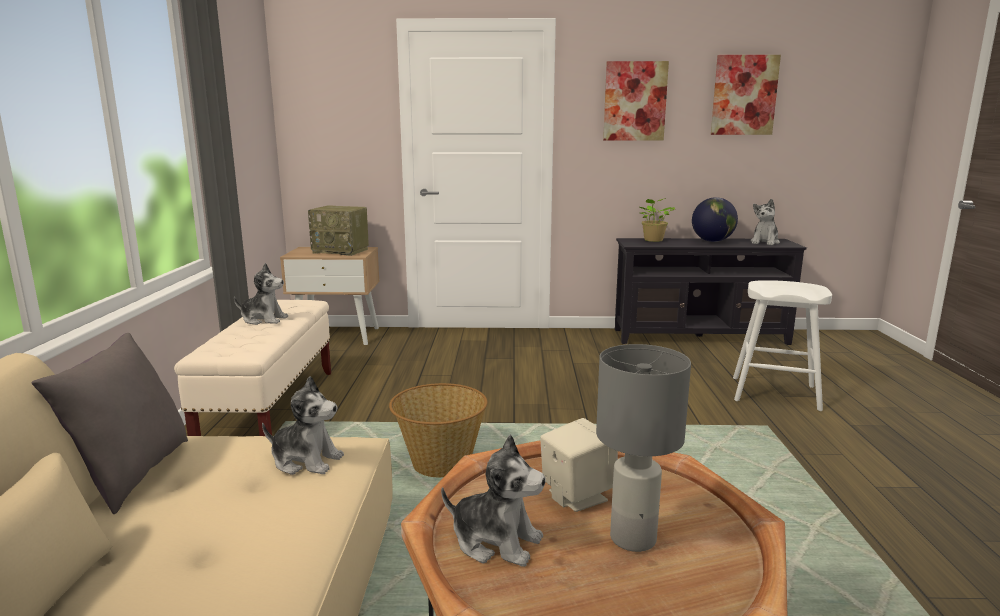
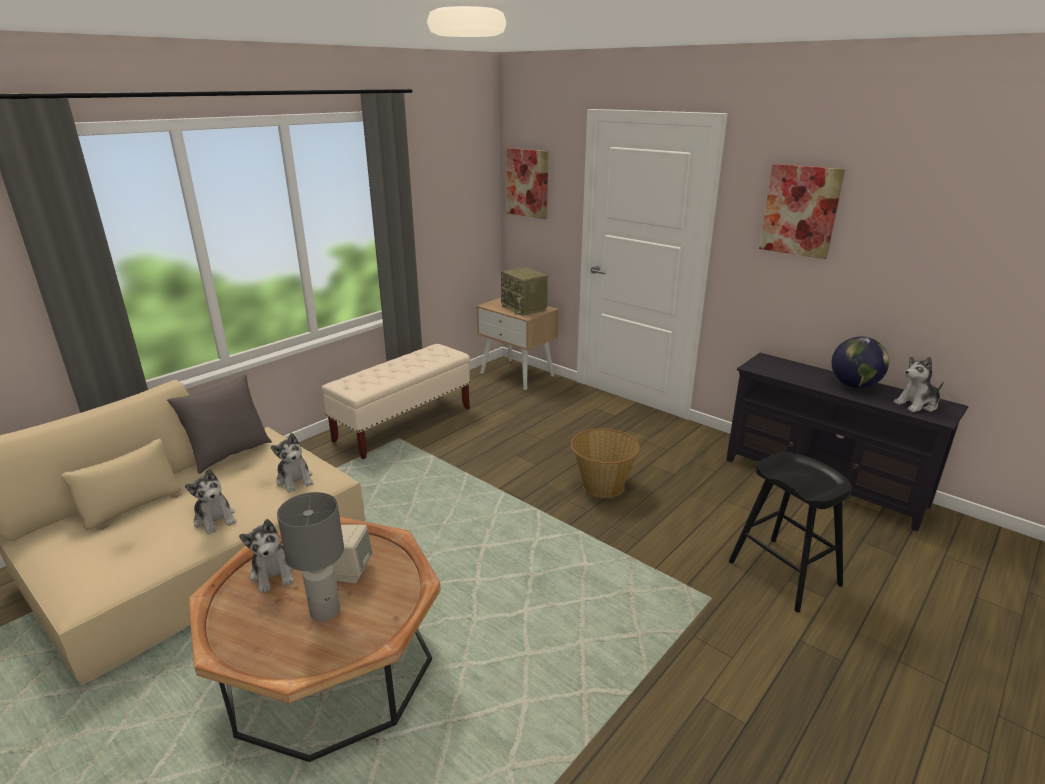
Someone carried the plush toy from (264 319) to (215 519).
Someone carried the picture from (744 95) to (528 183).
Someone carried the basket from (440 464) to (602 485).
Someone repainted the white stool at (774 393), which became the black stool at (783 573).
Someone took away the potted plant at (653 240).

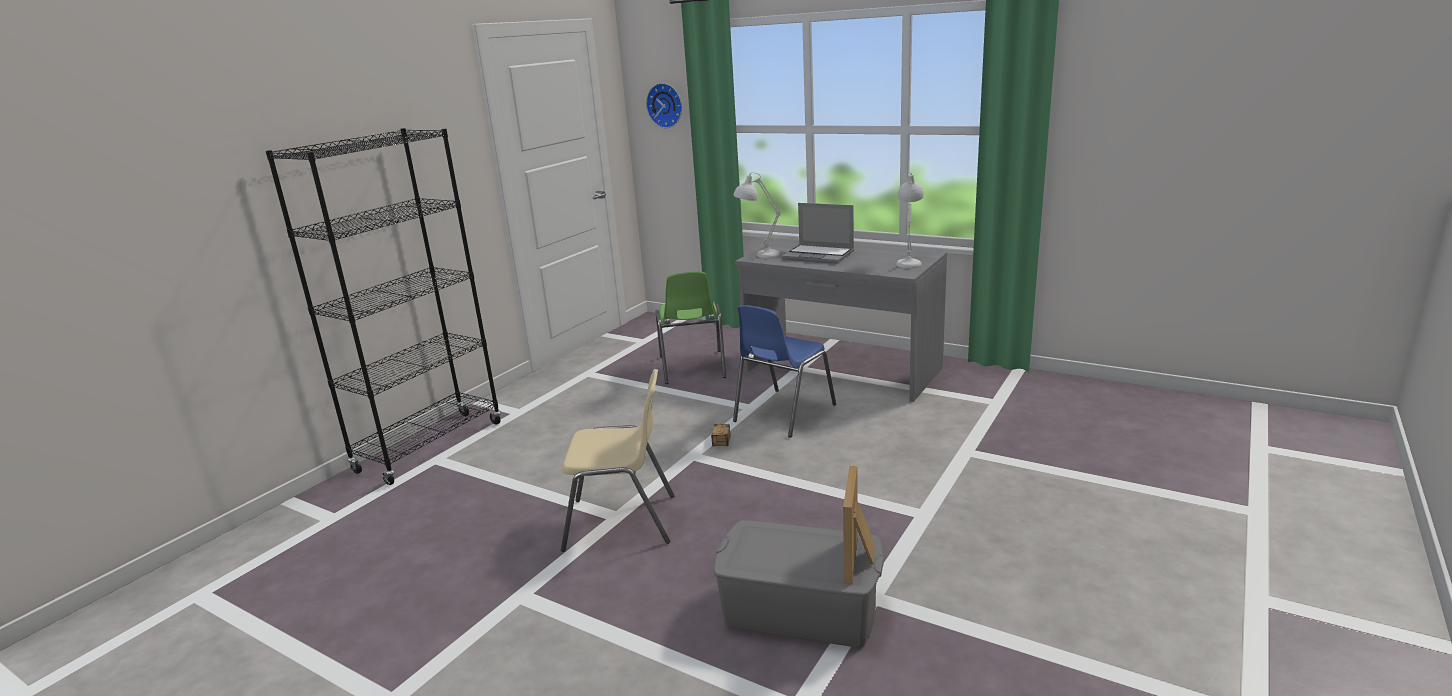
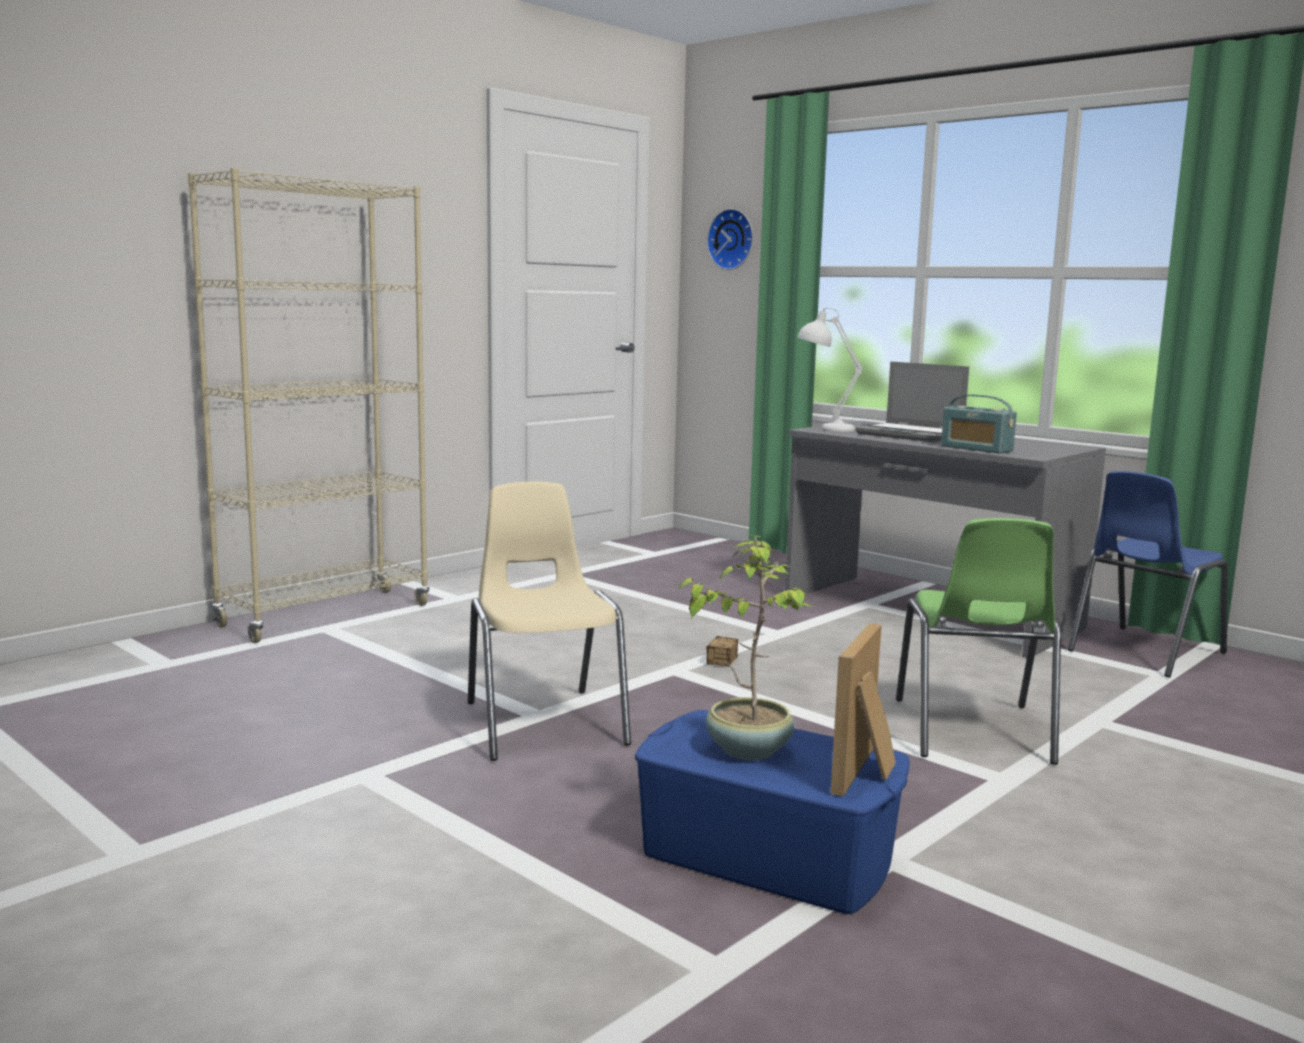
Someone repainted the black bookcase at (430 447), which became the beige bookcase at (325 615).
Someone rotated the beige chair at (622 522) by 120 degrees counterclockwise.
Someone repainted the grey storage box at (800 611), which became the blue storage box at (767 856).
Someone put down the potted plant at (747 749).
Someone carried the green chair from (692 367) to (972 731).
Someone put down the radio at (976 449).
Someone carried the blue chair from (782 413) to (1142 652).
Someone took away the white table lamp at (909 261).

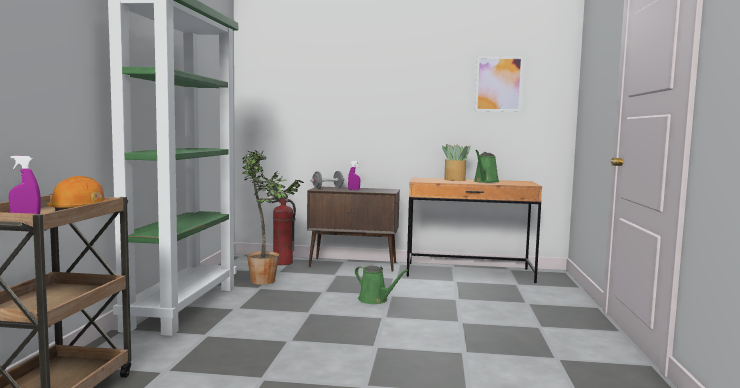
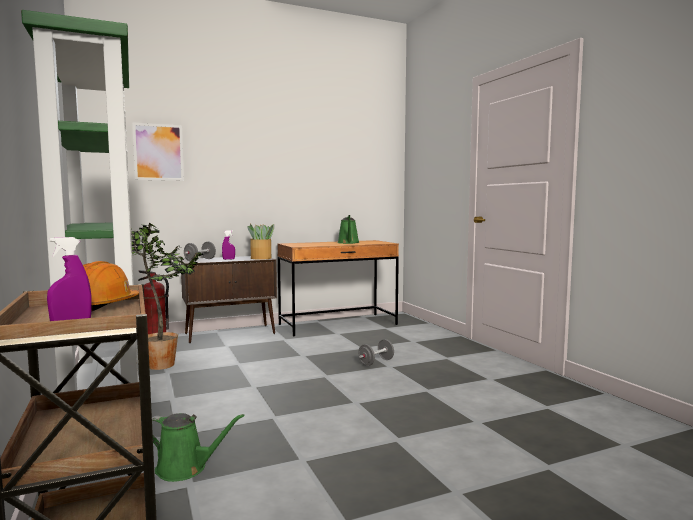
Someone carried the picture from (498 84) to (158 152).
Someone carried the green watering can from (375 300) to (186 468).
Someone carried the potted plant from (455 180) to (261 258).
Someone put down the grey dumbbell at (376 362).

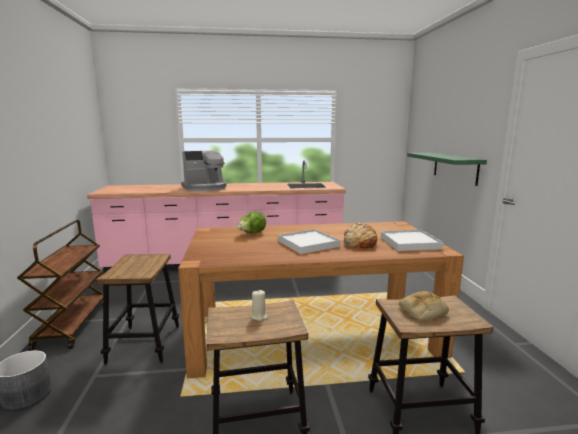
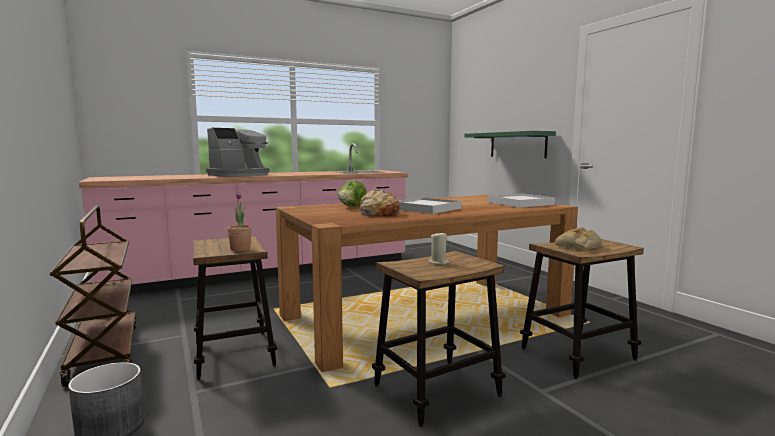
Someone put down the potted plant at (240 249).
Someone carried the bread from (359 243) to (378 213).

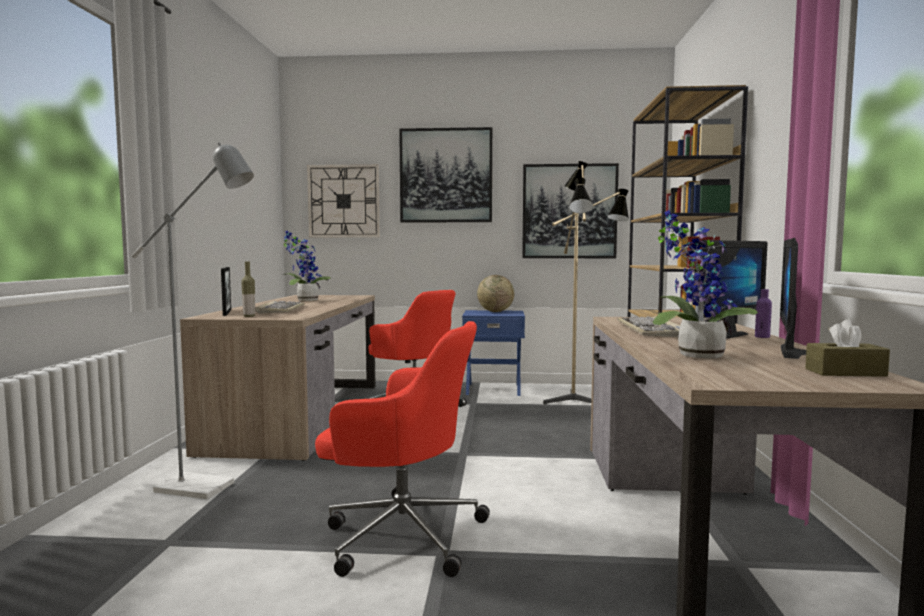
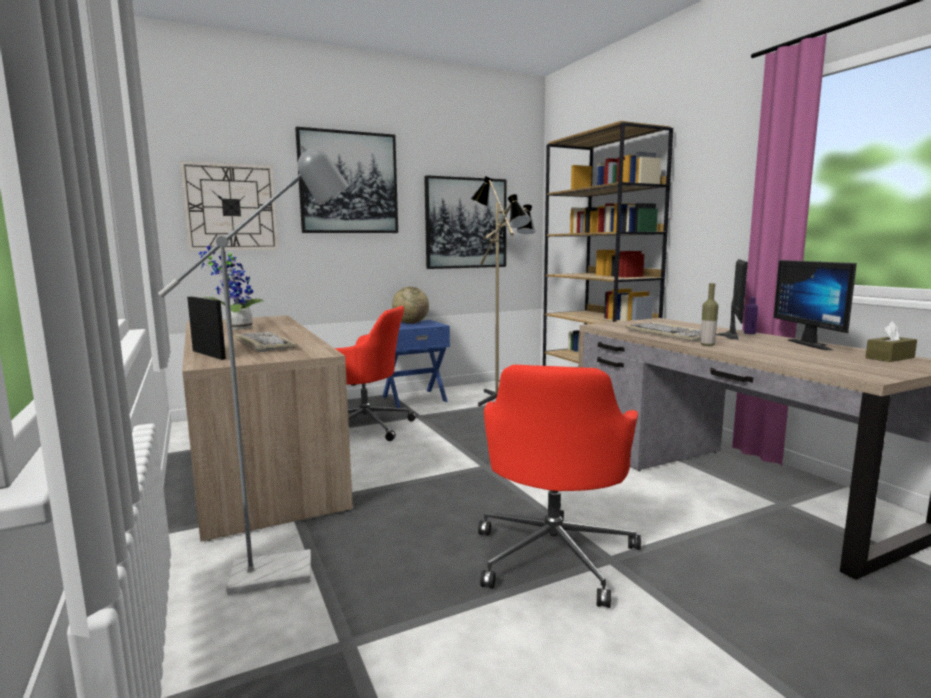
Someone rotated the red office chair at (401 534) by 120 degrees clockwise.
Someone carried the bottle from (249 316) to (707 345).
Someone took away the potted plant at (695 355).

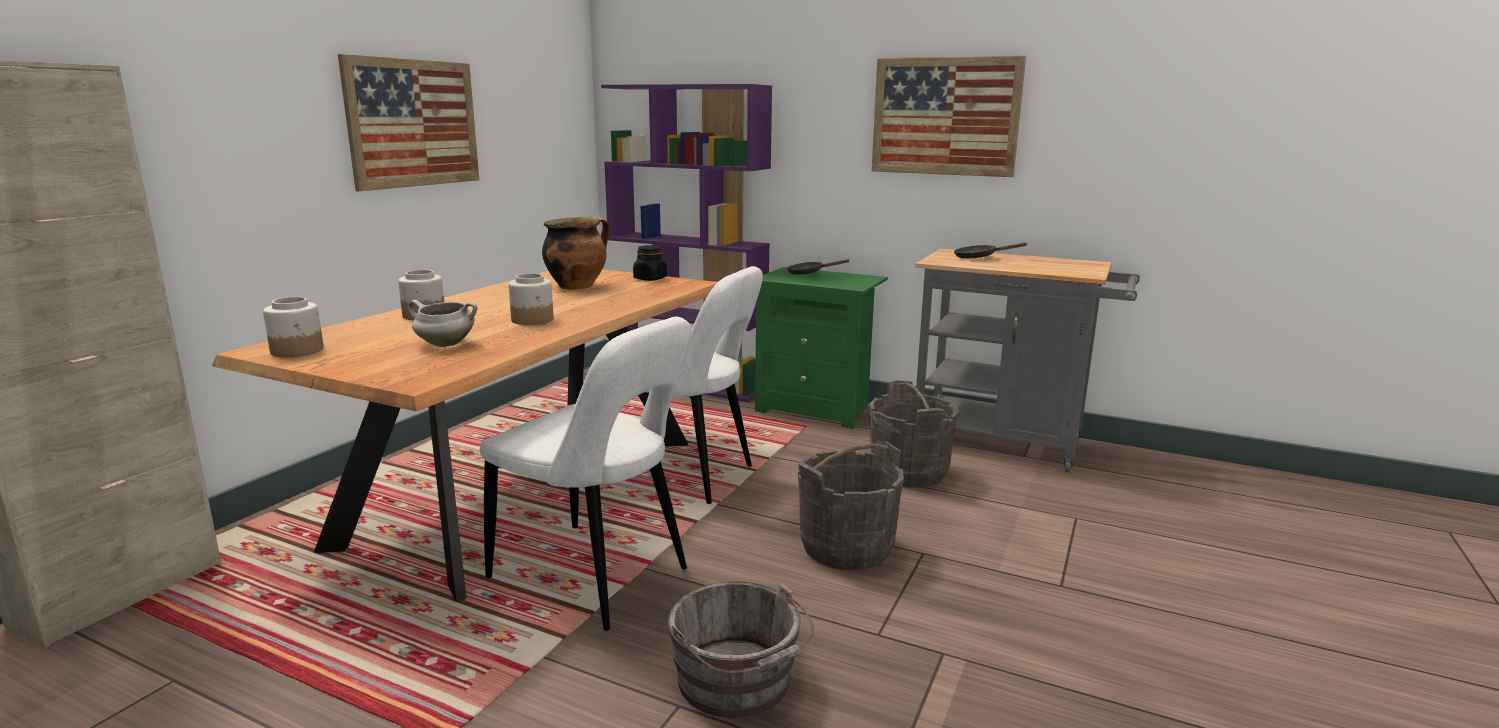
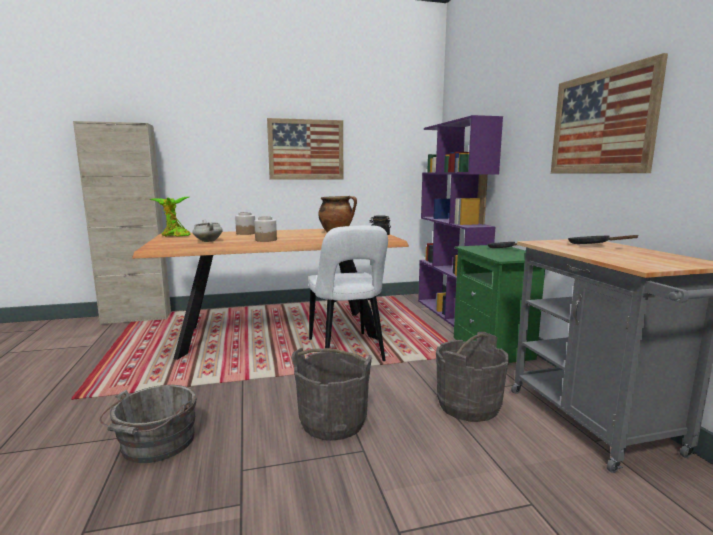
Someone swapped the jar at (298 351) for the potted plant at (174 236).
Someone took away the white chair at (596 577).

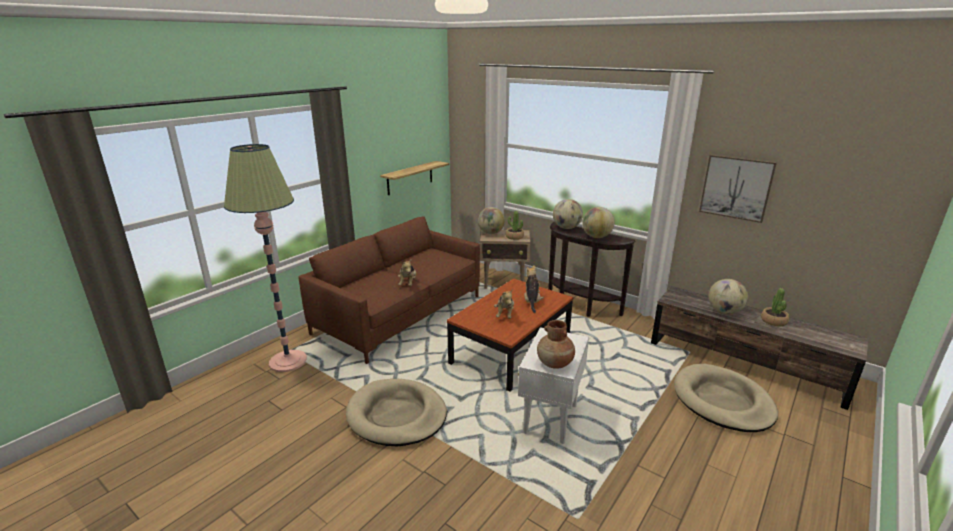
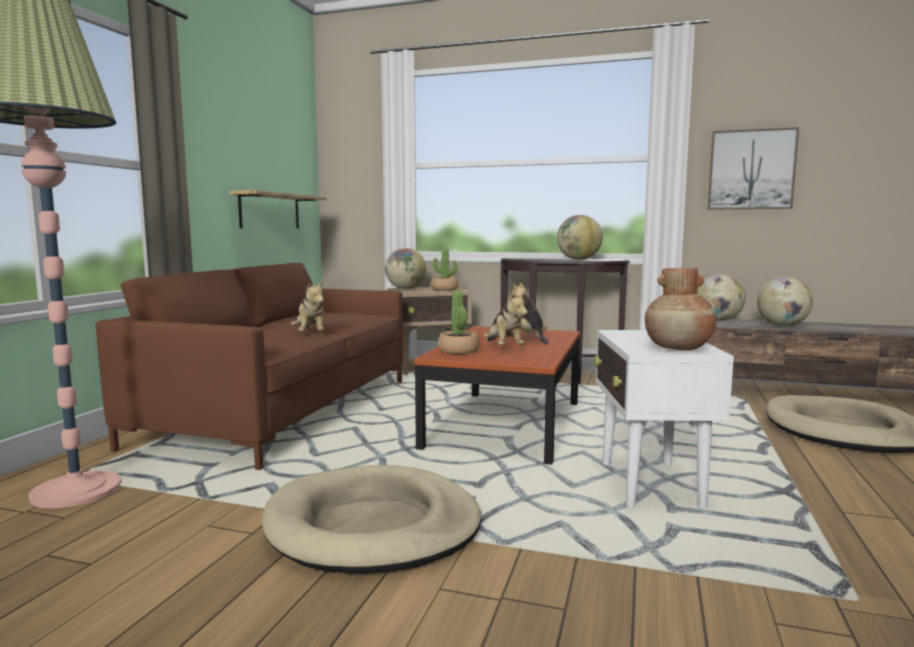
Someone carried the potted plant from (773 321) to (458 351).
Someone carried the globe from (566 228) to (718 320).

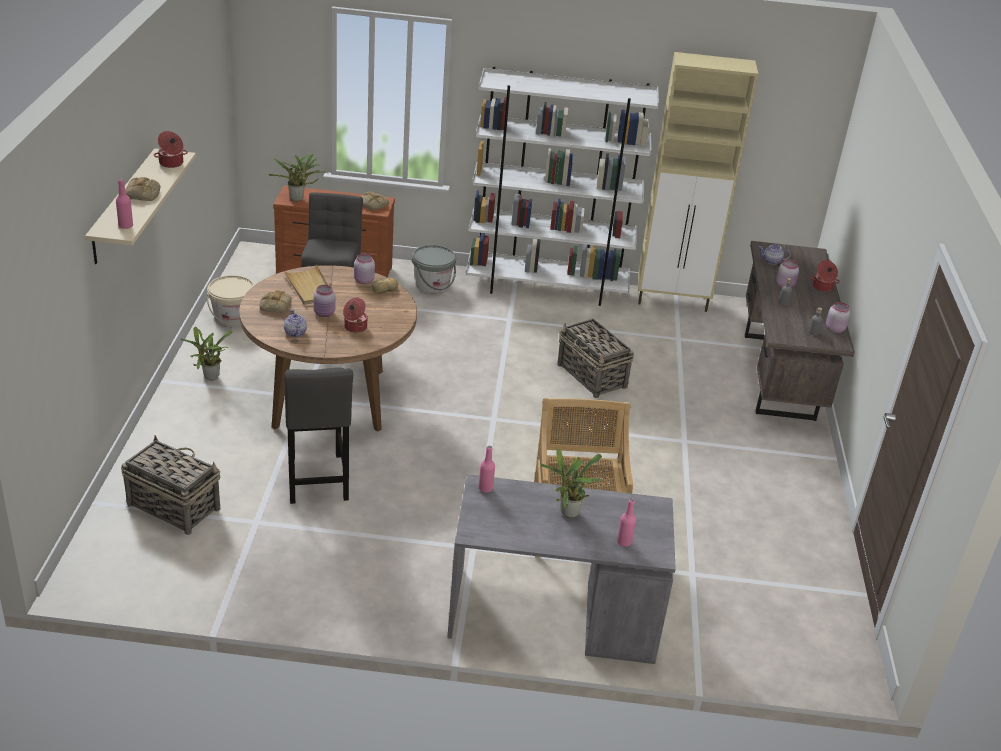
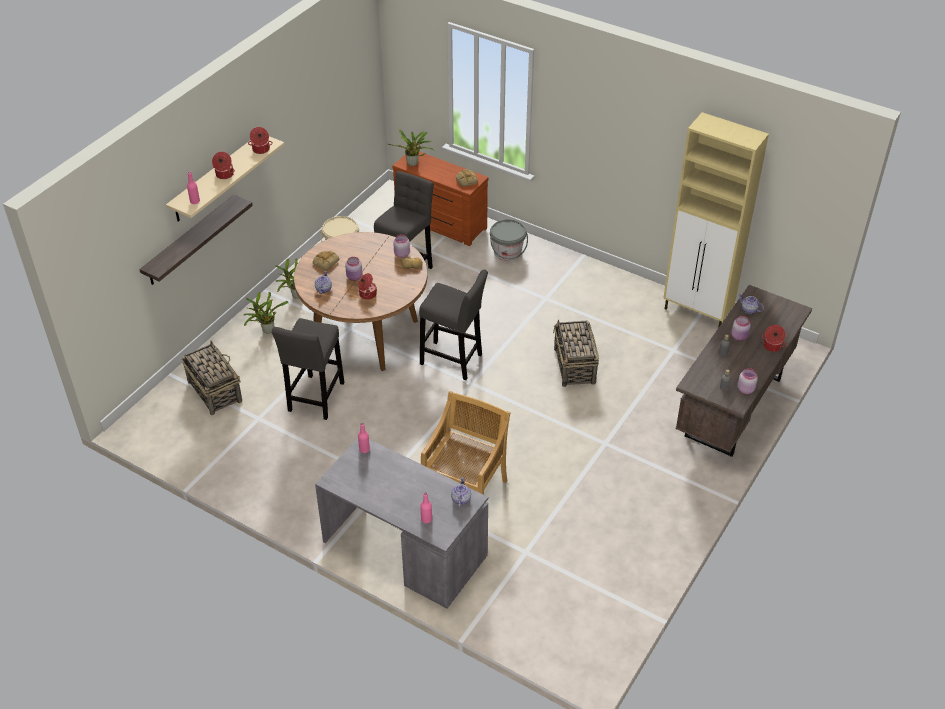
Someone put up the shelf at (190 241).
Someone swapped the bread at (143 194) for the cooking pot at (224 175).
Someone carried the potted plant from (568 514) to (266 331).
Someone put down the grey stool at (454 361).
Someone put down the teapot at (460 499).
Someone took away the beige tray at (309 287).
Someone took away the white bookcase at (547 288).

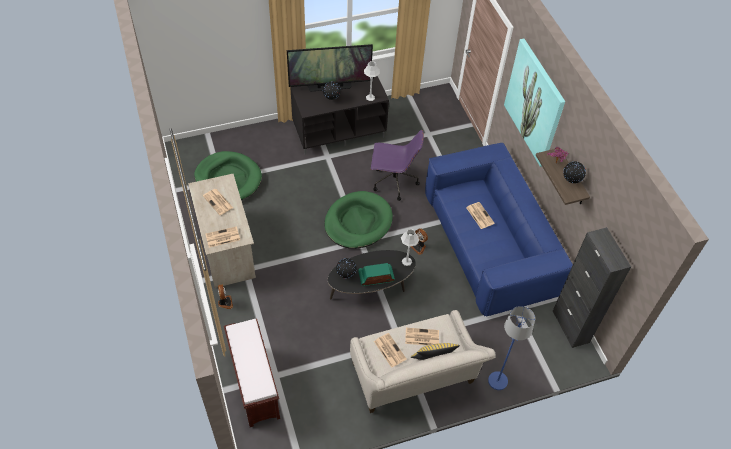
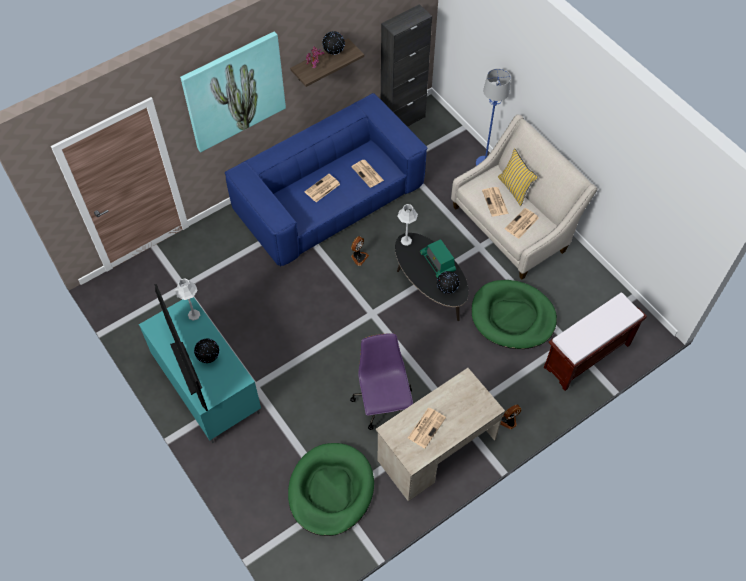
Someone repainted the black tv stand at (339 131), which became the turquoise tv stand at (205 386).
Someone carried the purple office chair from (393 182) to (383 404).
Someone carried the newspaper from (222 237) to (368 174).
Someone carried the green dog bed from (358 222) to (512 317).

